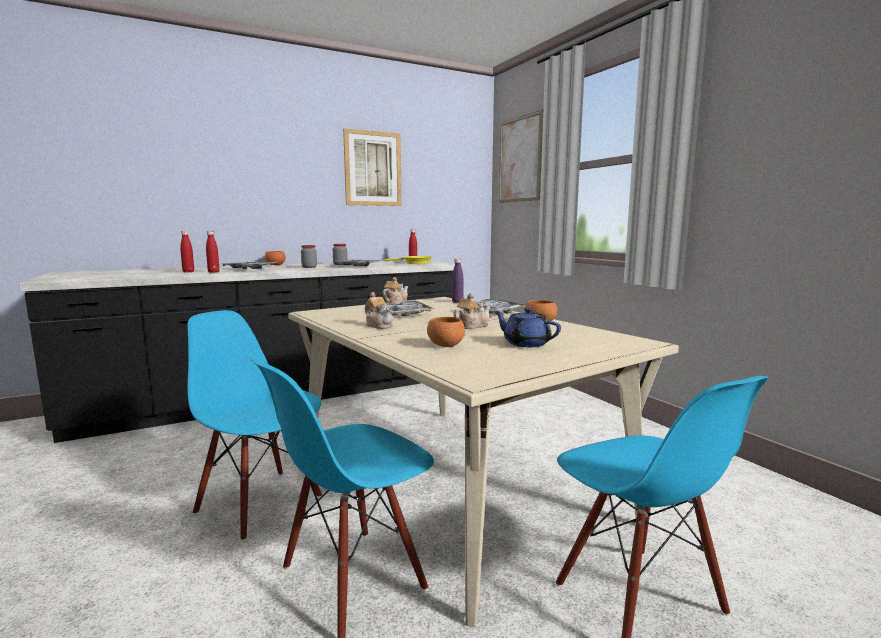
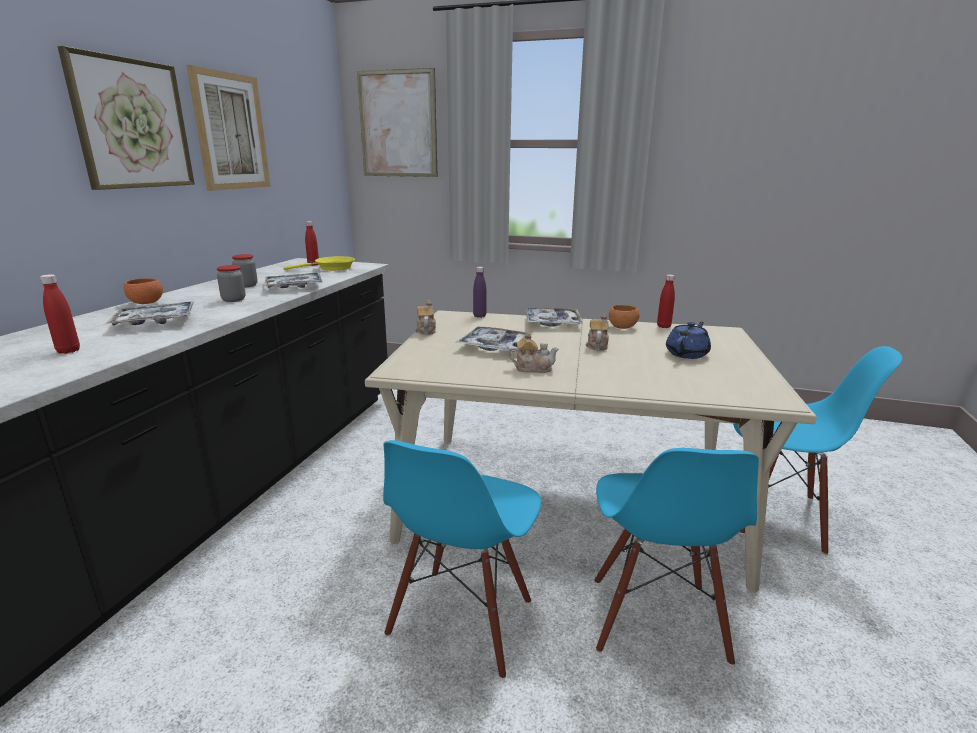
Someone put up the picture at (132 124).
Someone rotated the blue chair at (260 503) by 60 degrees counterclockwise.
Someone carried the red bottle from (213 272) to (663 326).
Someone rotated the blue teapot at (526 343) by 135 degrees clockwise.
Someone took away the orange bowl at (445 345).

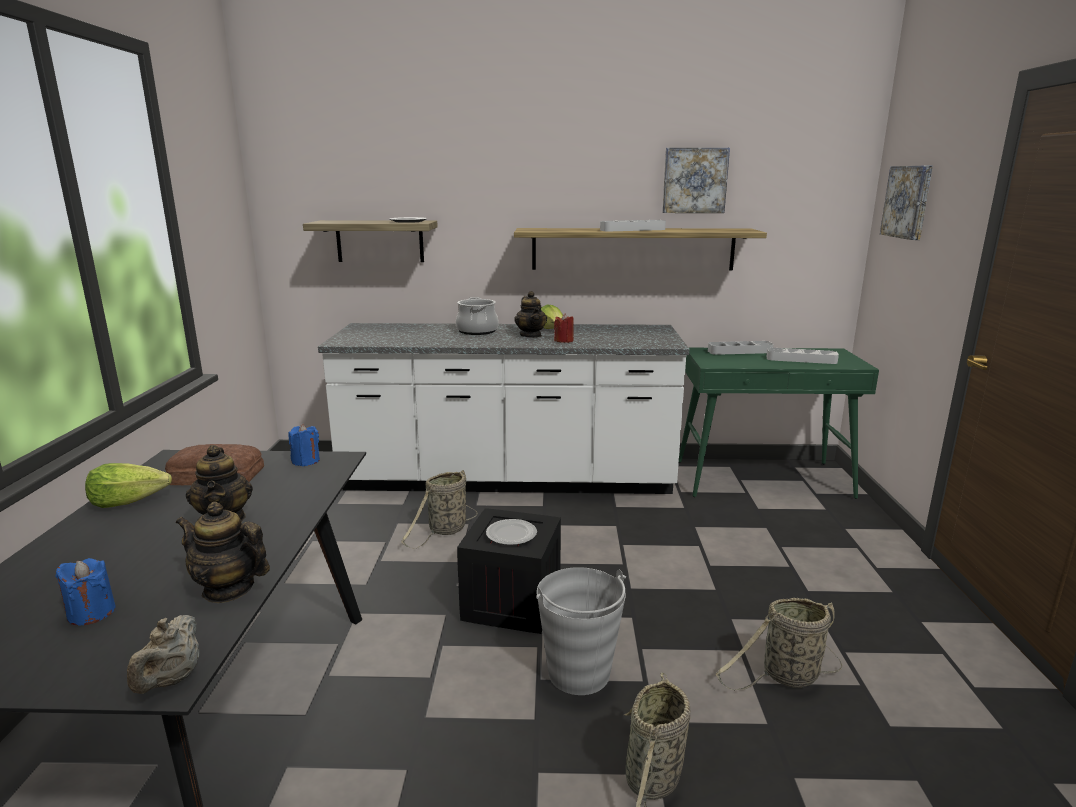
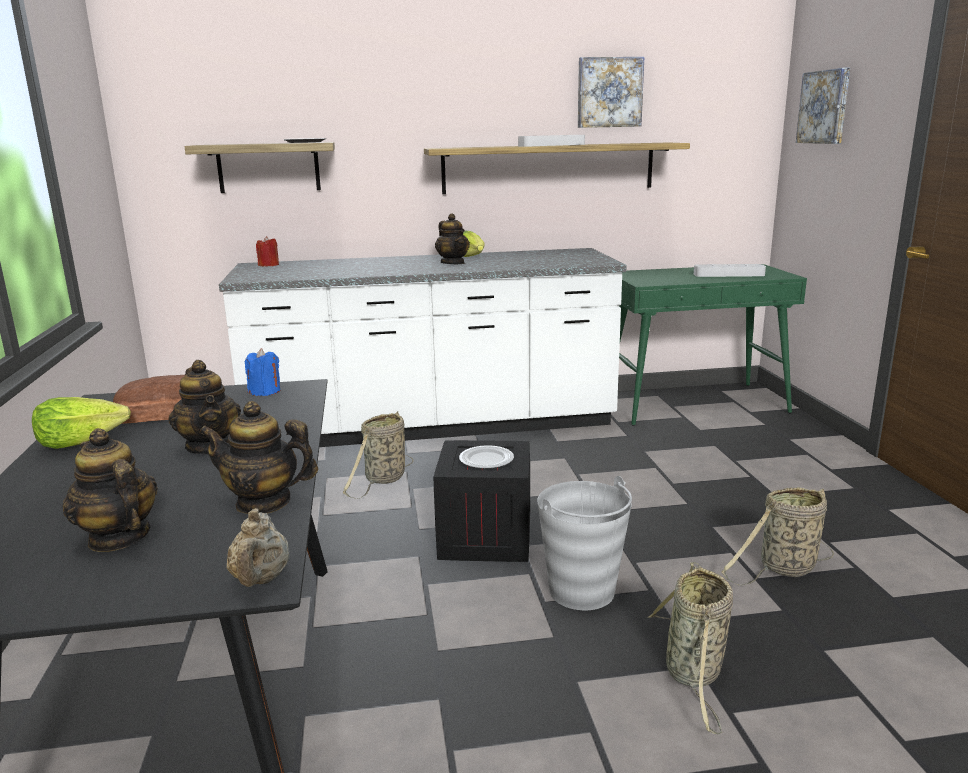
Someone swapped the blue candle at (91 613) for the teapot at (118 537).
Someone carried the red candle from (564 341) to (269 265).
Someone took away the cooking pot at (477 331).
Someone took away the grey tray at (739 351).

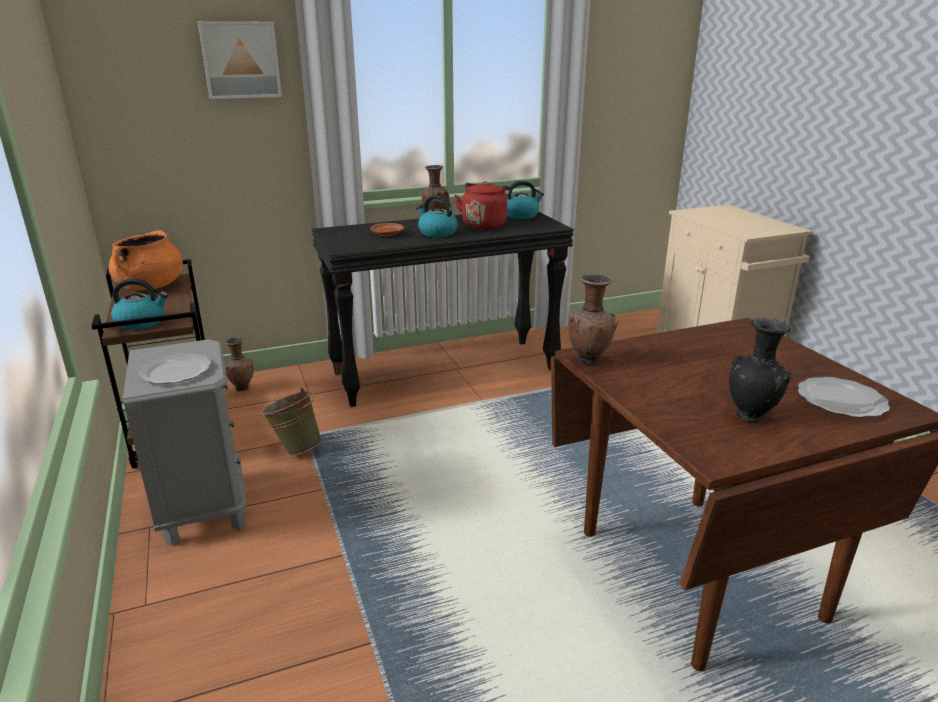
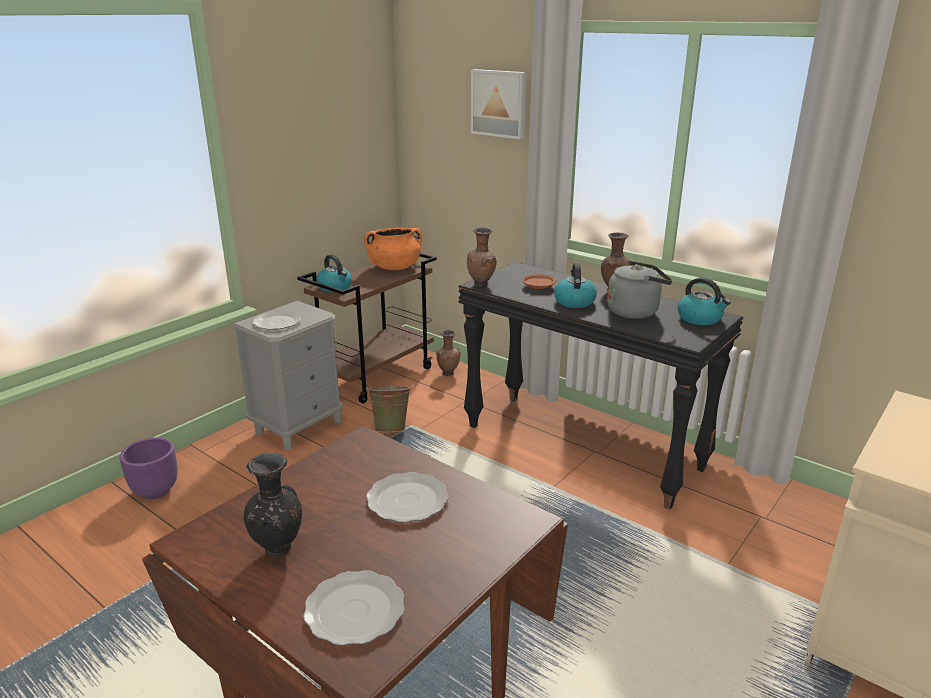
Someone put down the purple planter at (156 490).
Someone put down the plate at (408 499).
Someone carried the brown vase from (588 360) to (482 284).
Someone repainted the red kettle at (484 224), which became the grey kettle at (635 312).

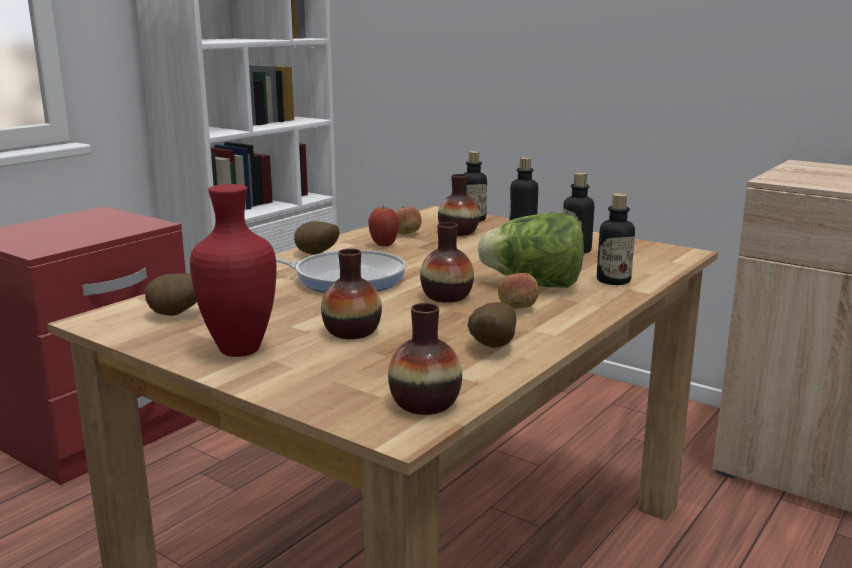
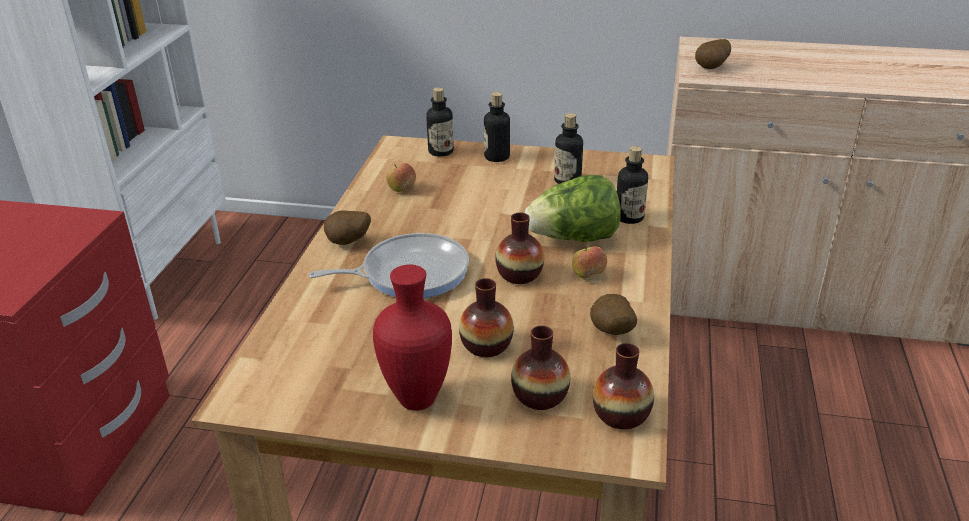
Someone carried the vase from (458 232) to (540 396).
Someone carried the potato from (177 315) to (712 68).
Someone took away the apple at (384 245).

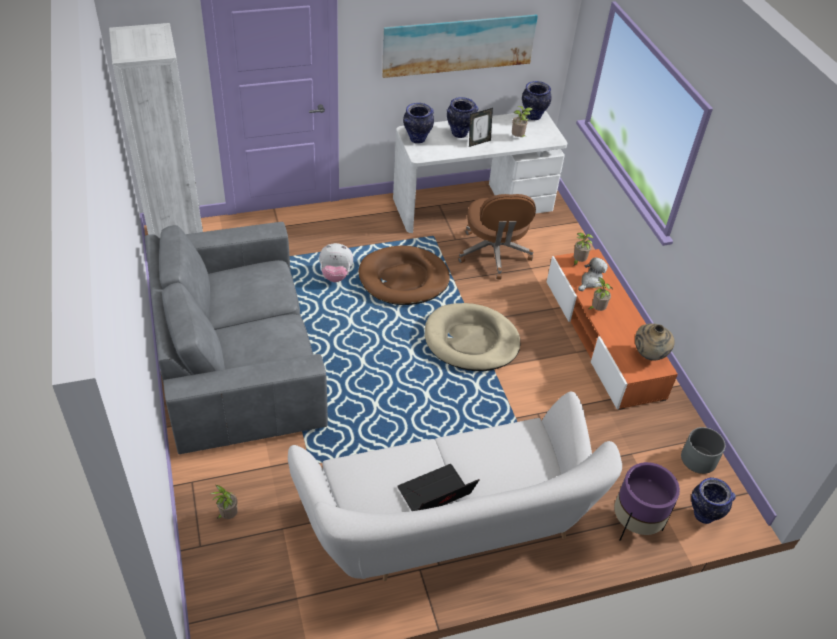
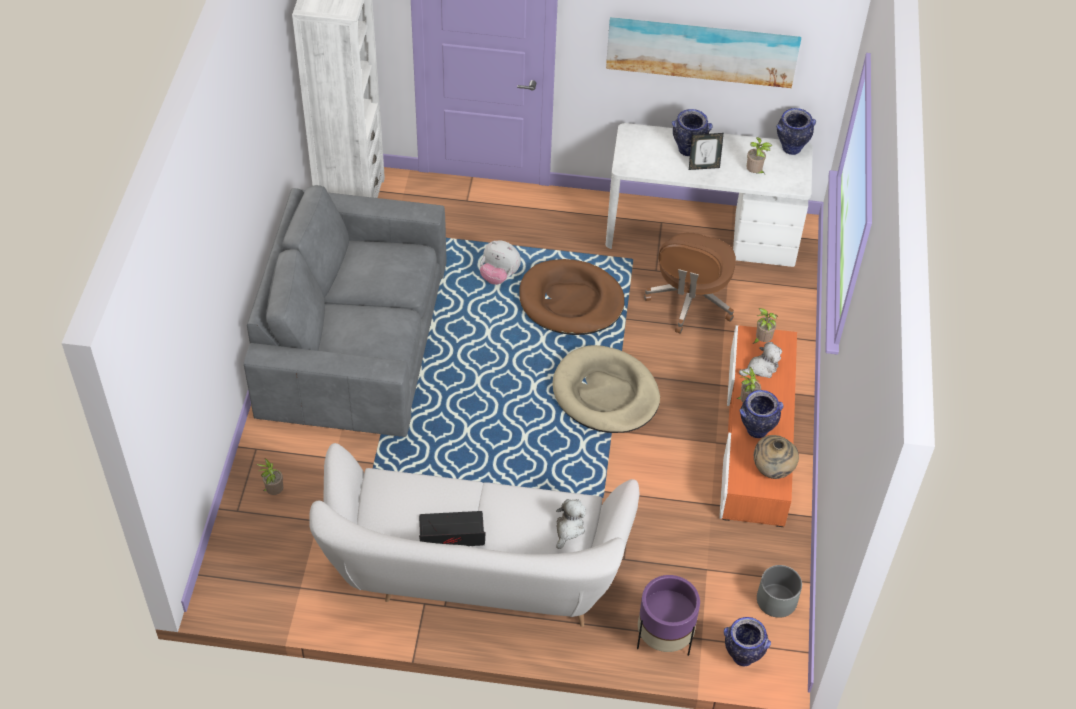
Someone put down the plush toy at (569 529).
Someone carried the vase from (417 139) to (756 431).

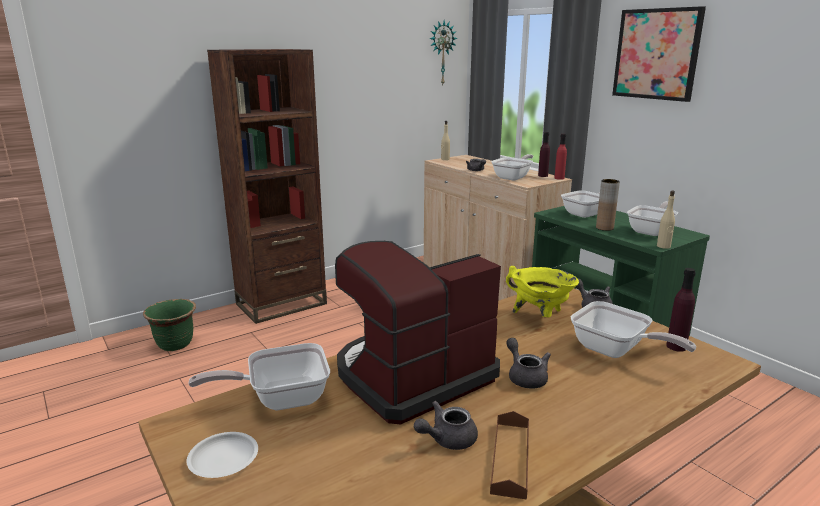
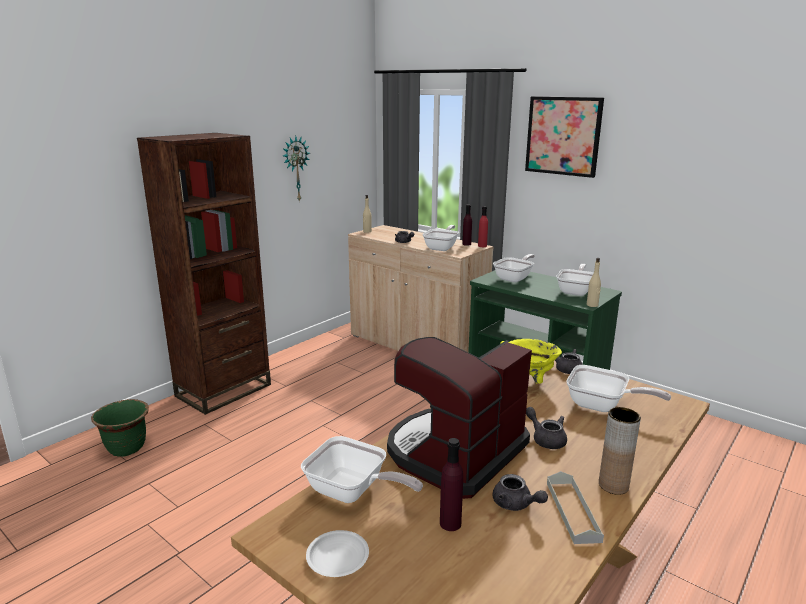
Someone carried the wall clock from (441 53) to (295 169).
Someone rotated the frying pan at (280 399) by 120 degrees counterclockwise.
Someone carried the purple bottle from (676 346) to (450 523).
Someone rotated the grey teapot at (447 439) by 90 degrees counterclockwise.
Someone repainted the brown tray at (510 458), which became the grey tray at (572 511).
Someone carried the brown vase from (604 228) to (613 485).

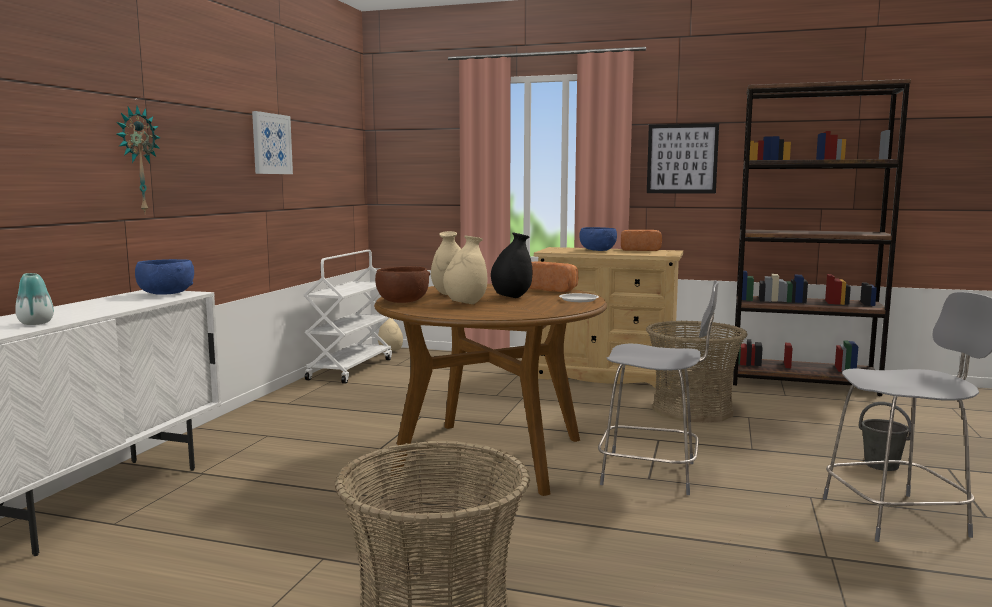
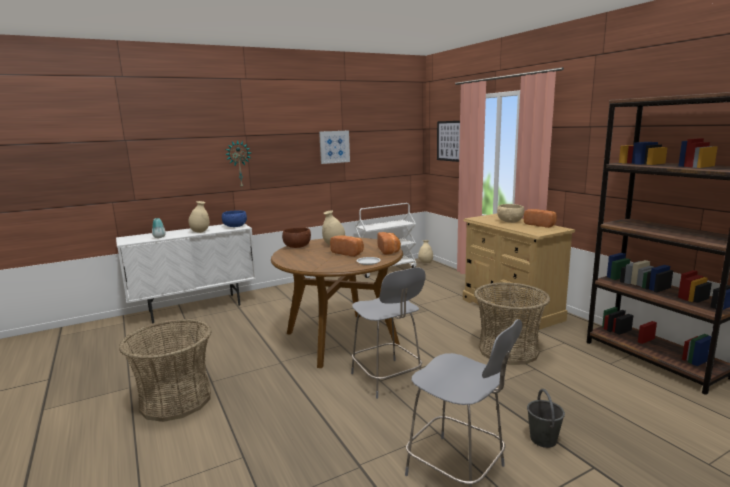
Someone carried the beige vase from (465 304) to (200 232).
Someone swapped the black vase at (511 297) for the bread at (348 253).
Someone carried the picture from (682 159) to (449 141).
Someone repainted the blue bowl at (597 250), which became the beige bowl at (509 221).

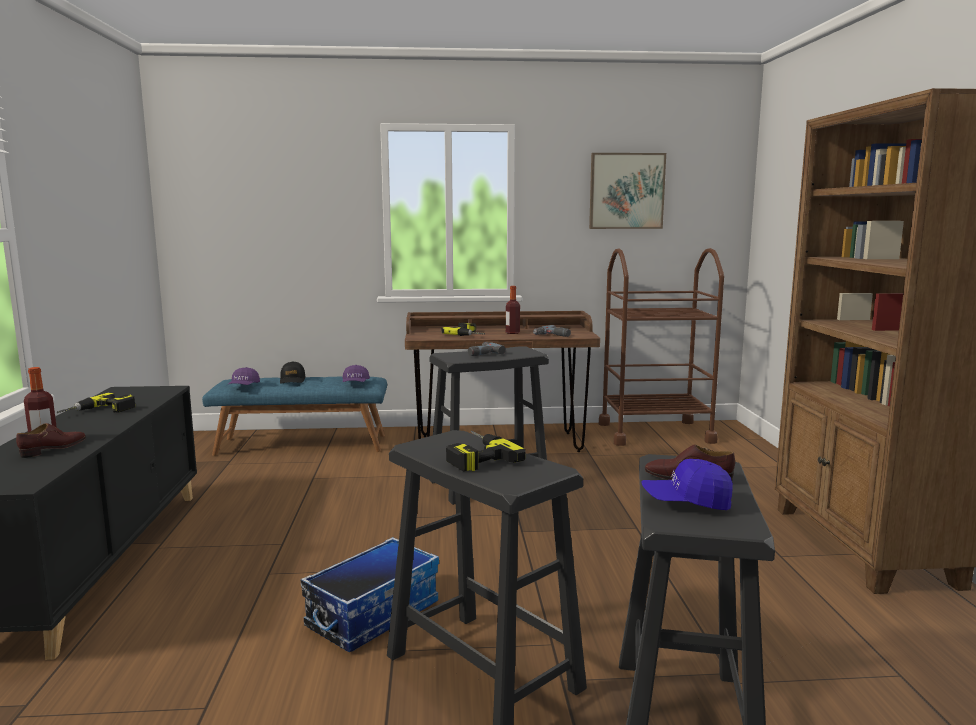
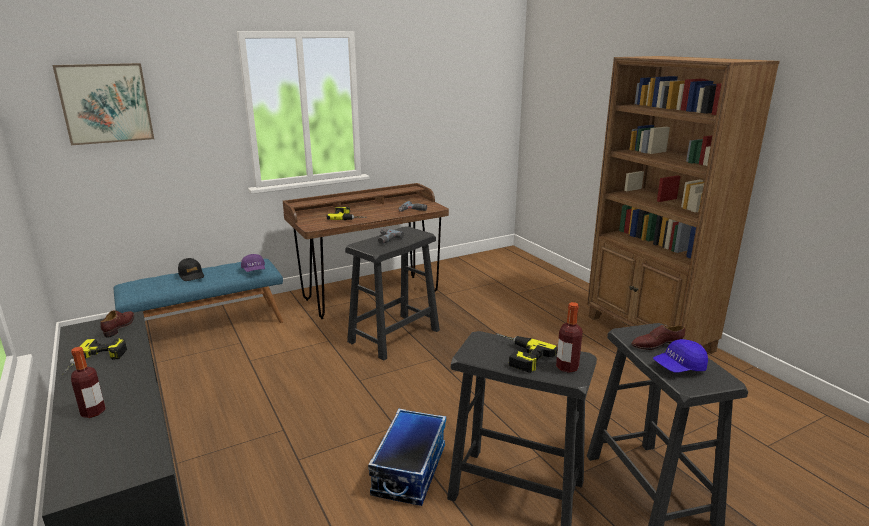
Someone carried the picture from (626 191) to (106 103).
Someone carried the brown shoe from (54 448) to (120 326).
Someone carried the bottle from (512 333) to (567 367).
Someone took away the purple cap at (244 386).
Someone took away the brown cart at (655 433).

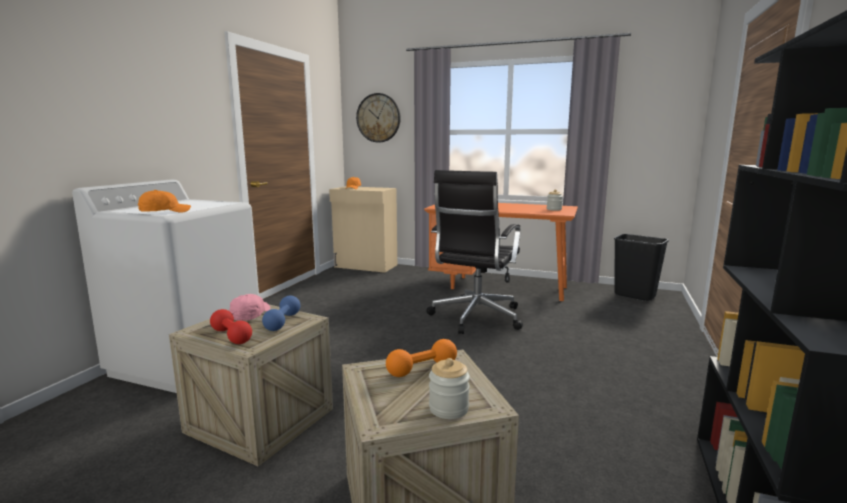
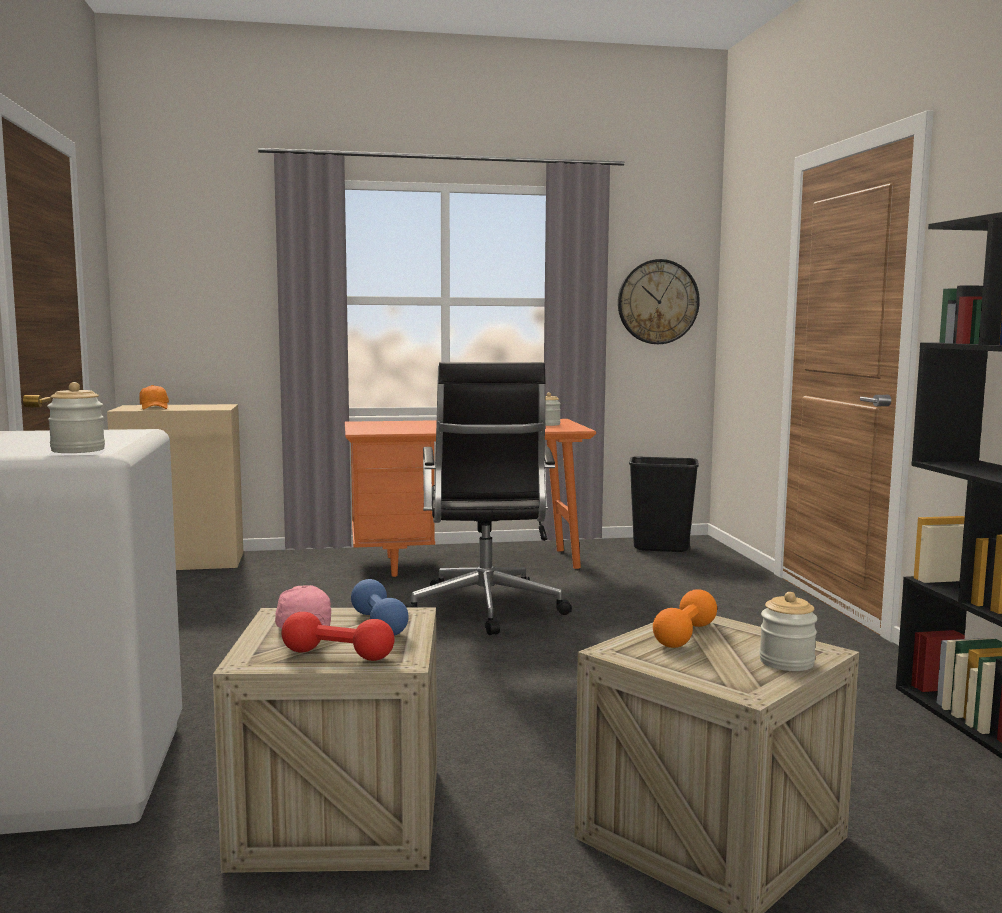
Someone swapped the orange cap at (164 212) for the jar at (78 450).
Someone carried the wall clock from (378 118) to (658 302).

